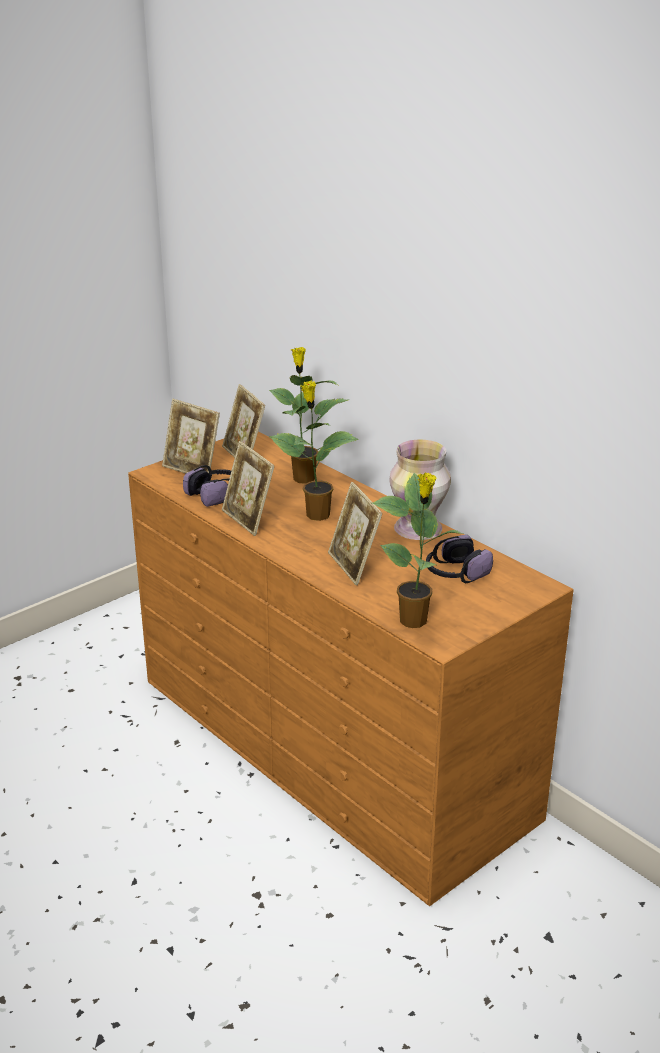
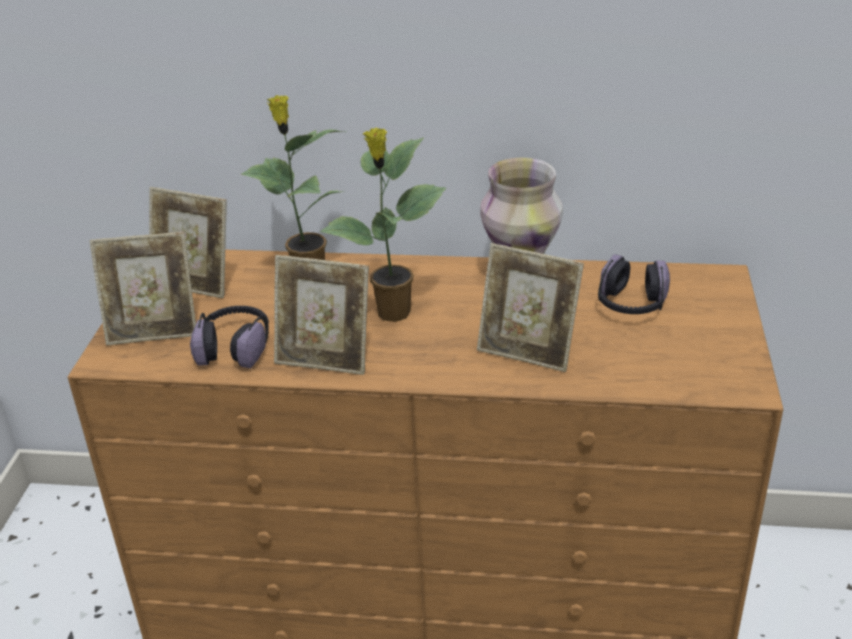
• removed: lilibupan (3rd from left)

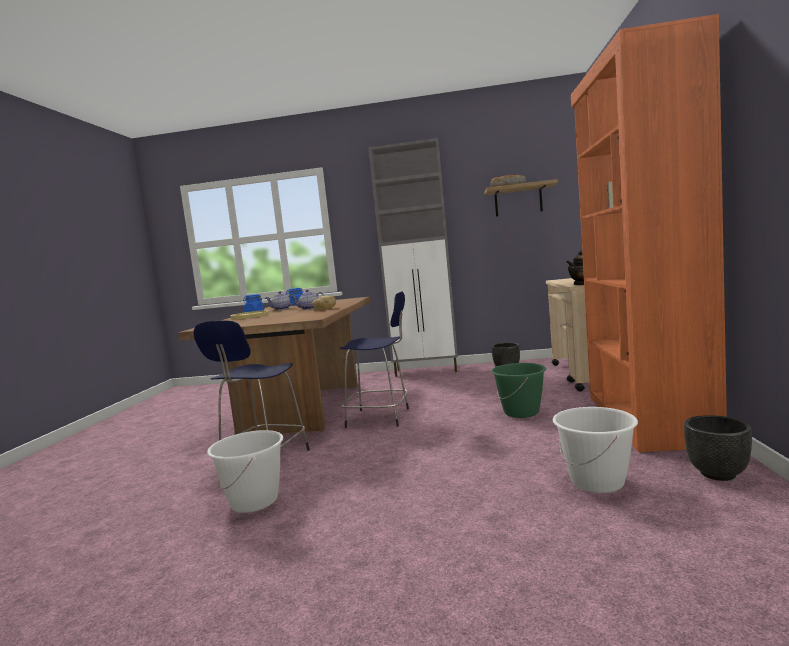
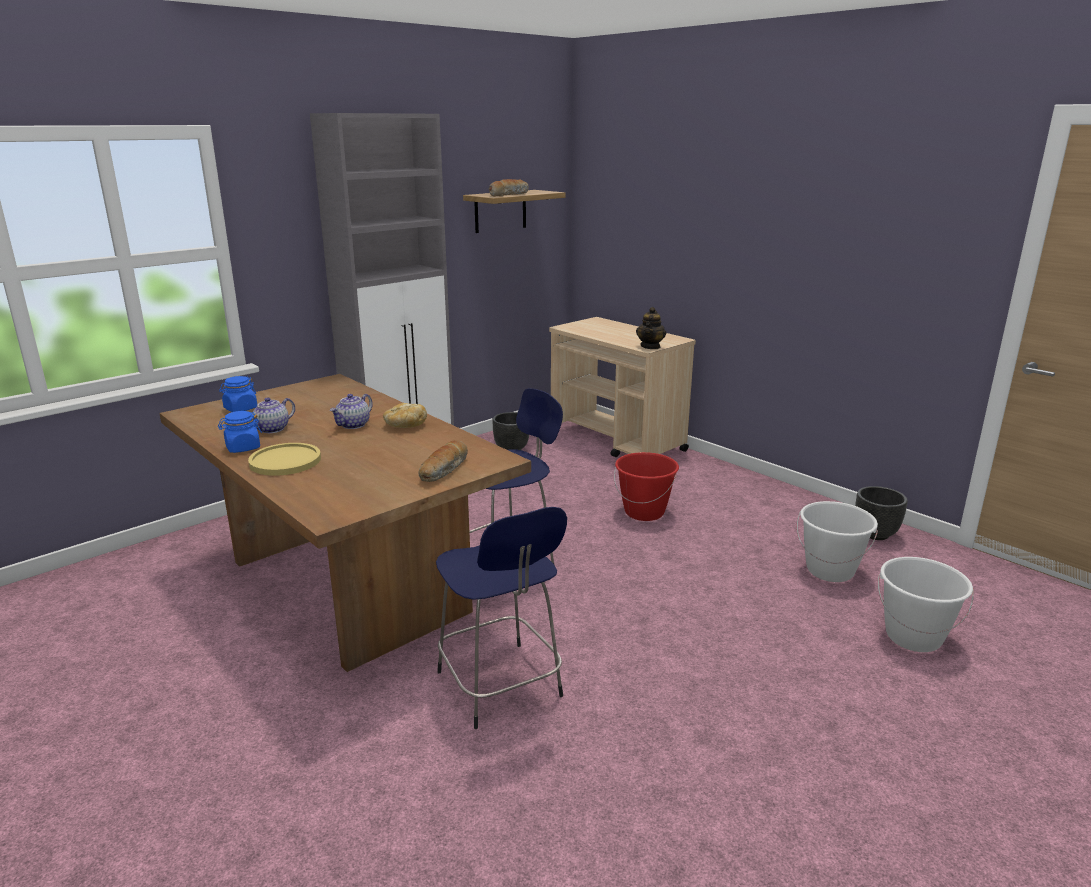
• moved: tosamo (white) (1st from left in the first image) to tosamo (white) (2nd from left)
• recoloured: tosamo (green) to tosamo (red)
• removed: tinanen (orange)
• added: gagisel (2nd from left)

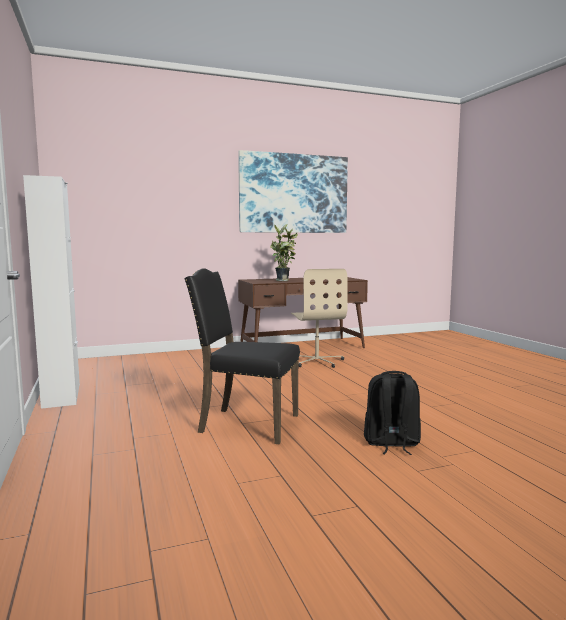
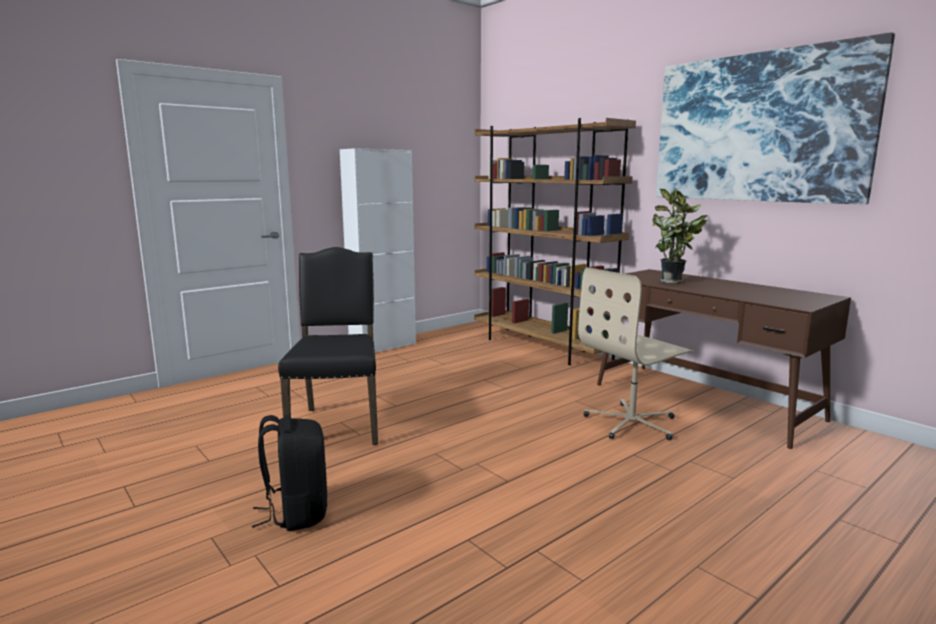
• added: tinanen (brown)

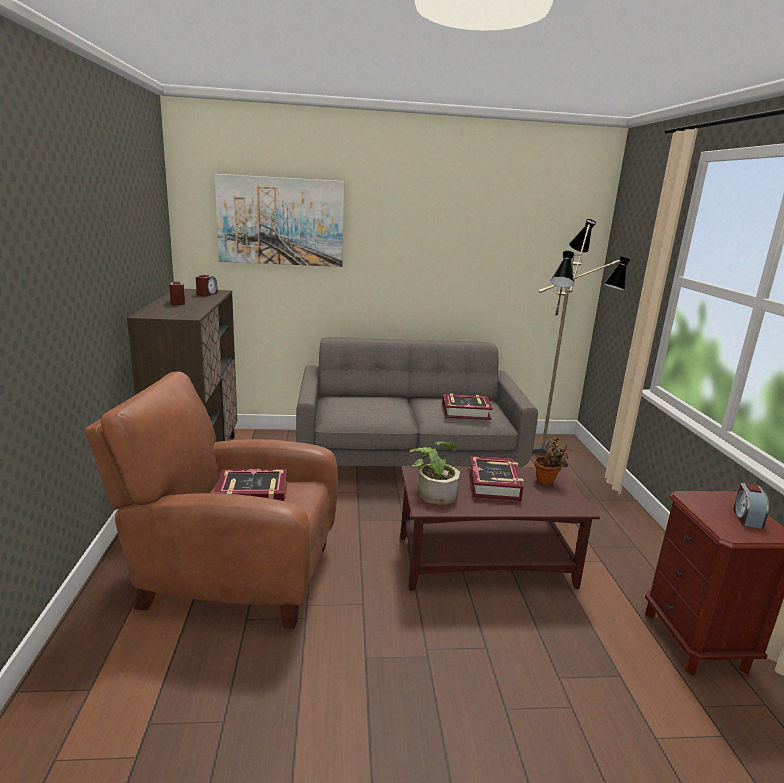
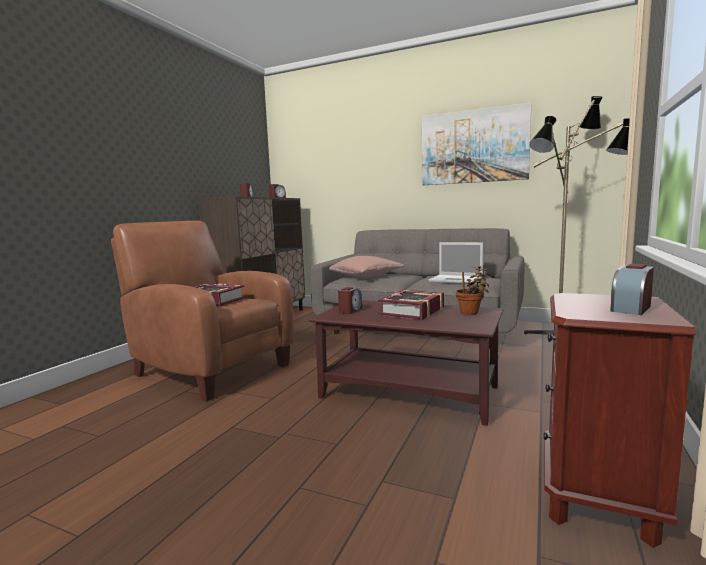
• moved: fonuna
• replaced: lilibupan (1st from left) to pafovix (3rd from left)
• replaced: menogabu (2nd from left) to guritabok
• added: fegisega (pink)

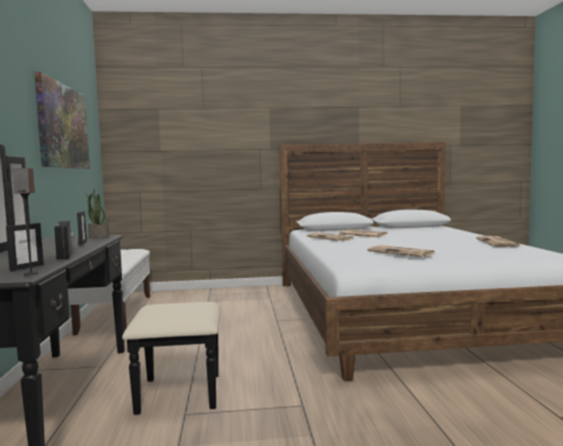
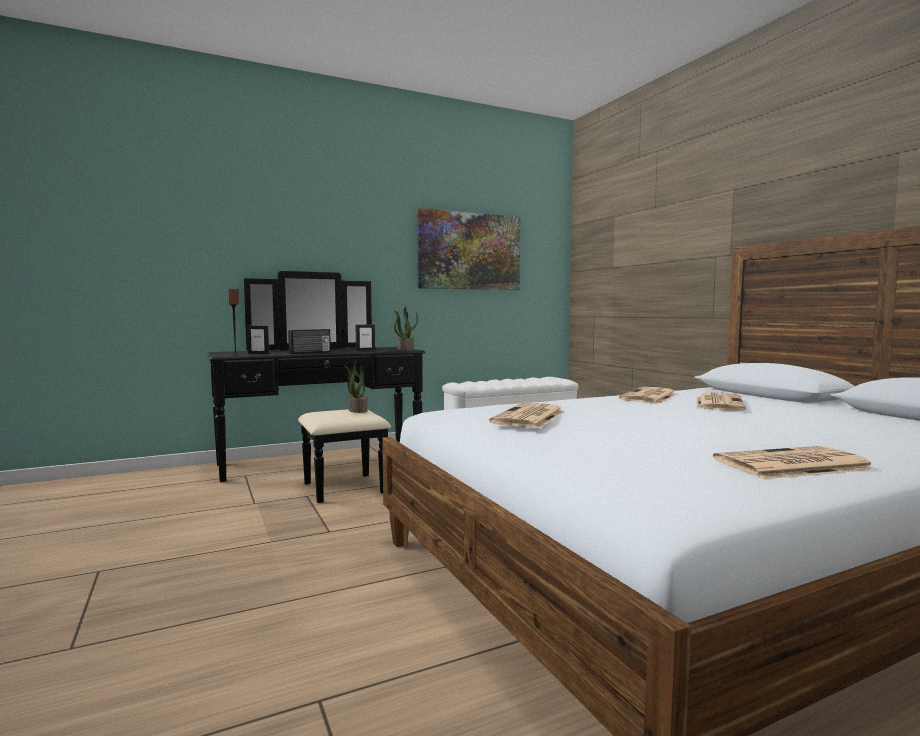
• added: lilibupan (1st from left)

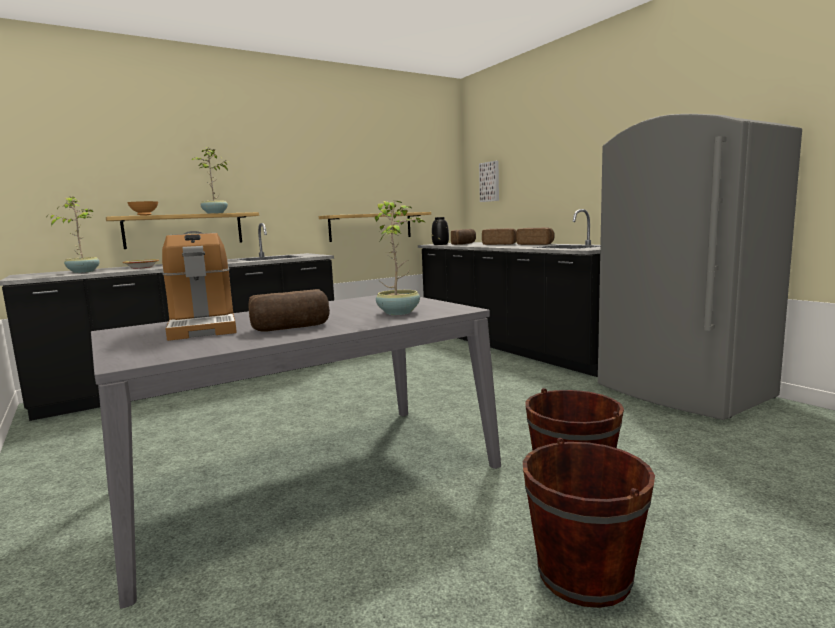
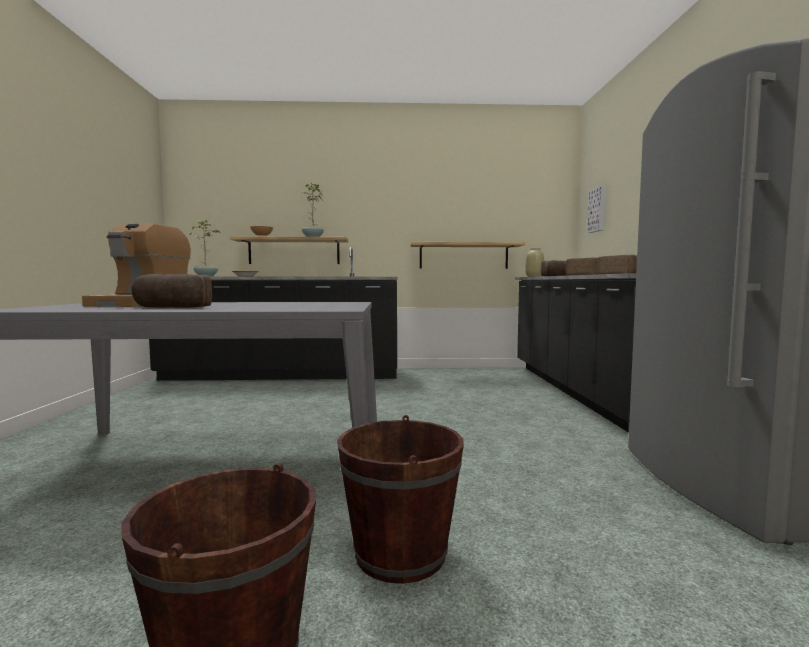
• removed: lilibupan (3rd from left)
• recoloured: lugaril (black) to lugaril (beige)

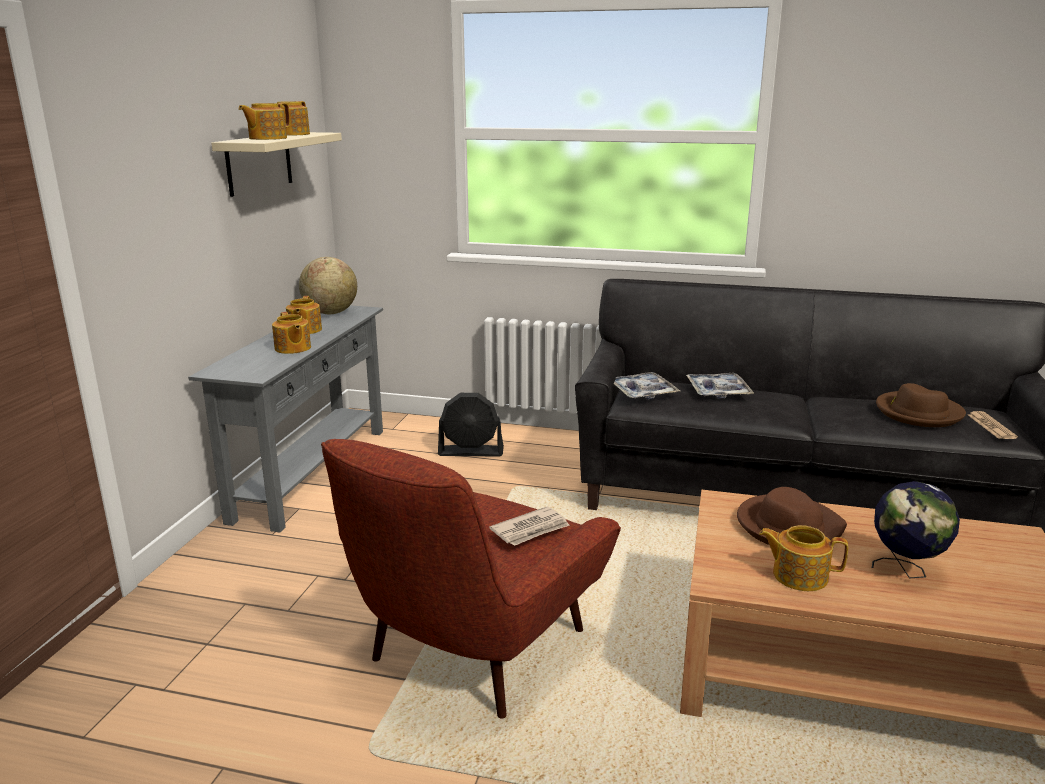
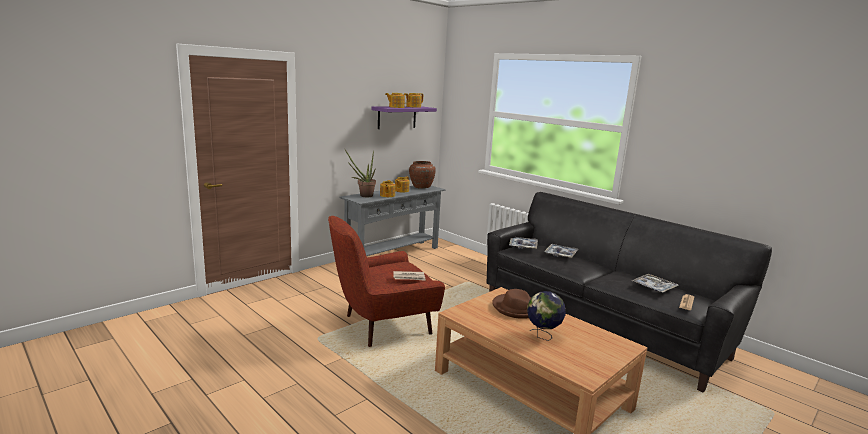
• recoloured: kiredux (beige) to kiredux (purple)
• replaced: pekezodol (1st from left) to lugaril (brown)
• removed: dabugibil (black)
• removed: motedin (5th from left)
• replaced: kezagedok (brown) (2nd from left) to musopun (3rd from left)
• added: lilibupan

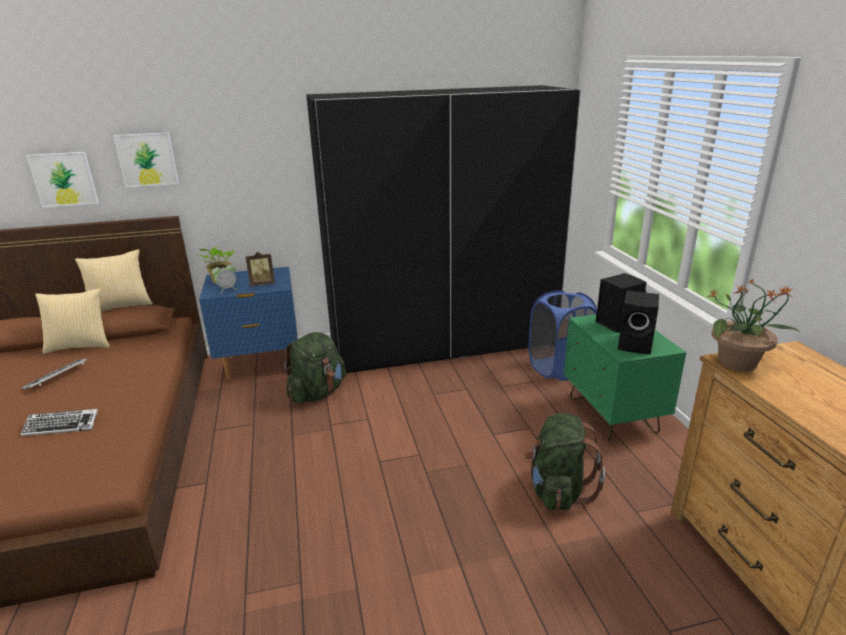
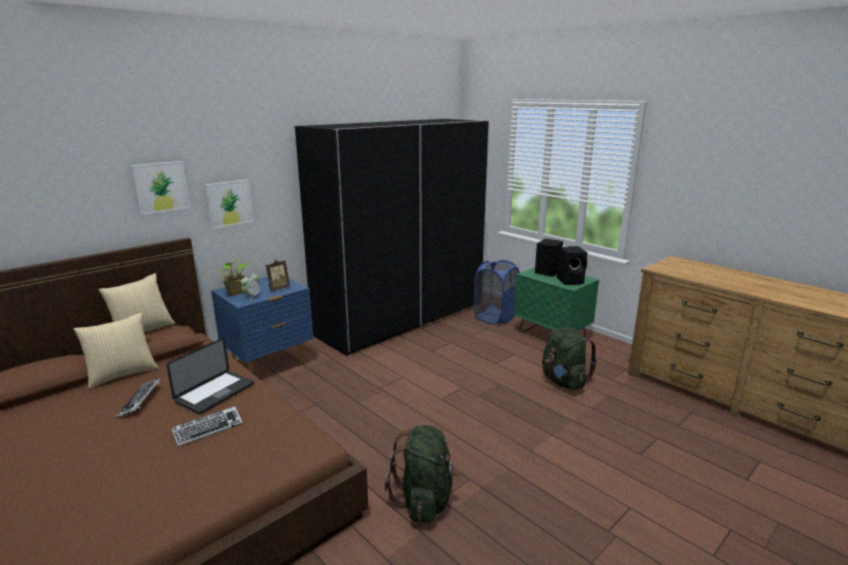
• moved: fonuna (1st from left in the first image) to fonuna (2nd from left)
• moved: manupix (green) (1st from left)
• removed: lilibupan (2nd from left)
• added: guritabok

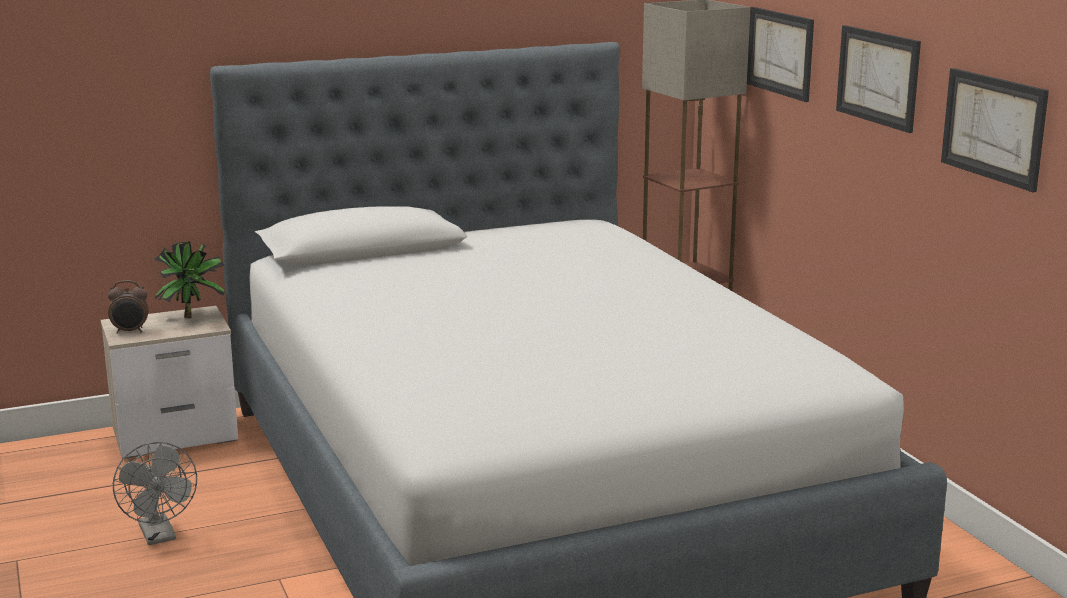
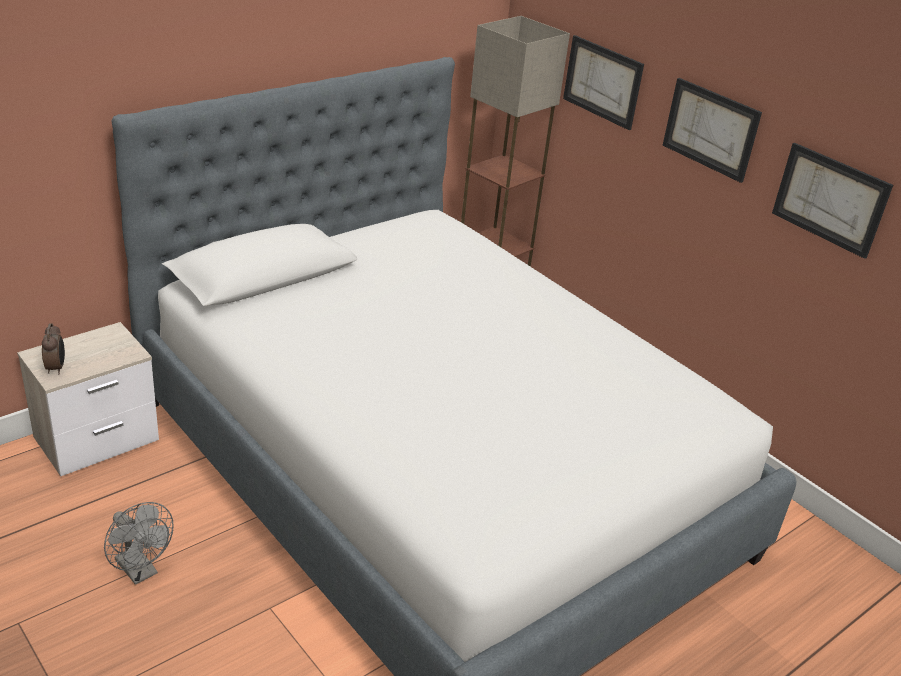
• turned: pafovix 75 degrees counterclockwise
• removed: lilibupan

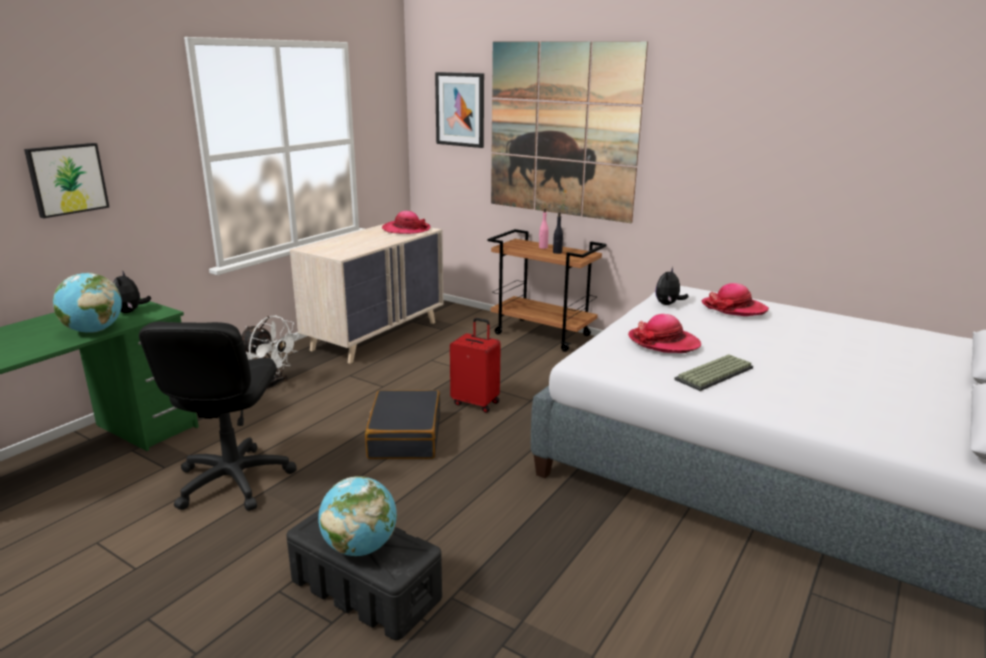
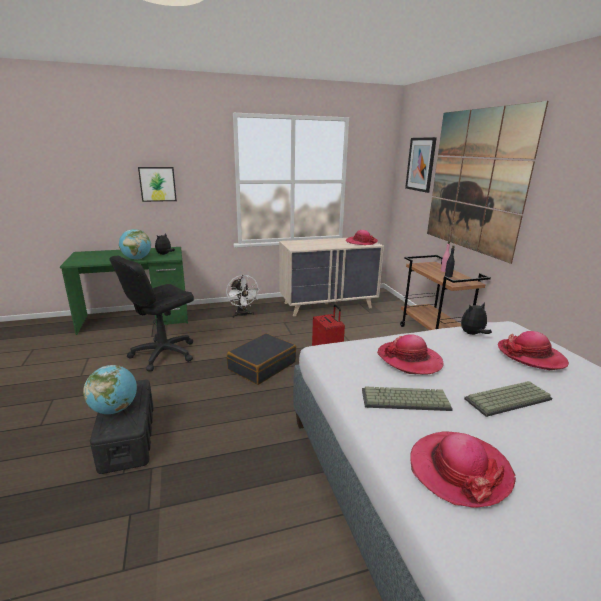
• added: kezagedok (3rd from left)
• added: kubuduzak (2nd from left)

